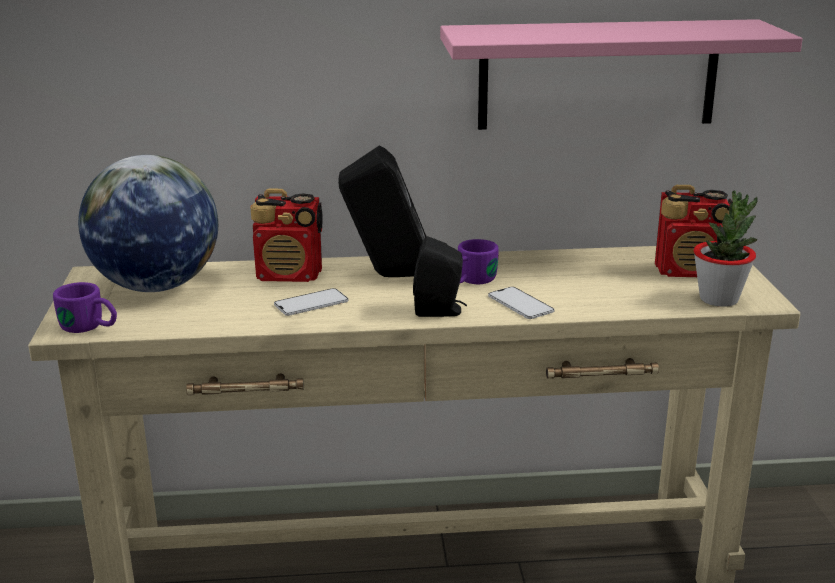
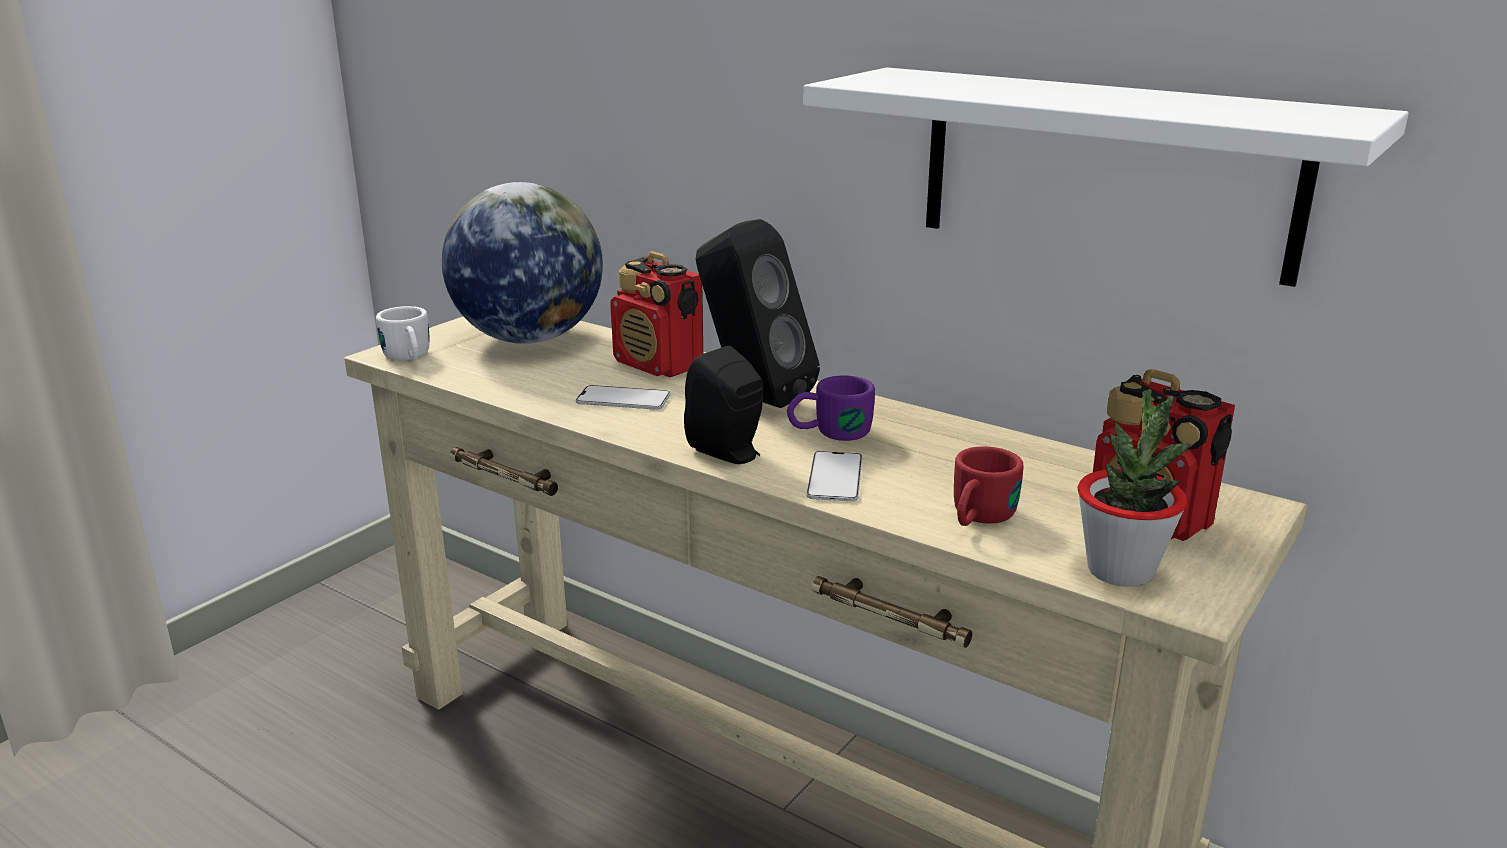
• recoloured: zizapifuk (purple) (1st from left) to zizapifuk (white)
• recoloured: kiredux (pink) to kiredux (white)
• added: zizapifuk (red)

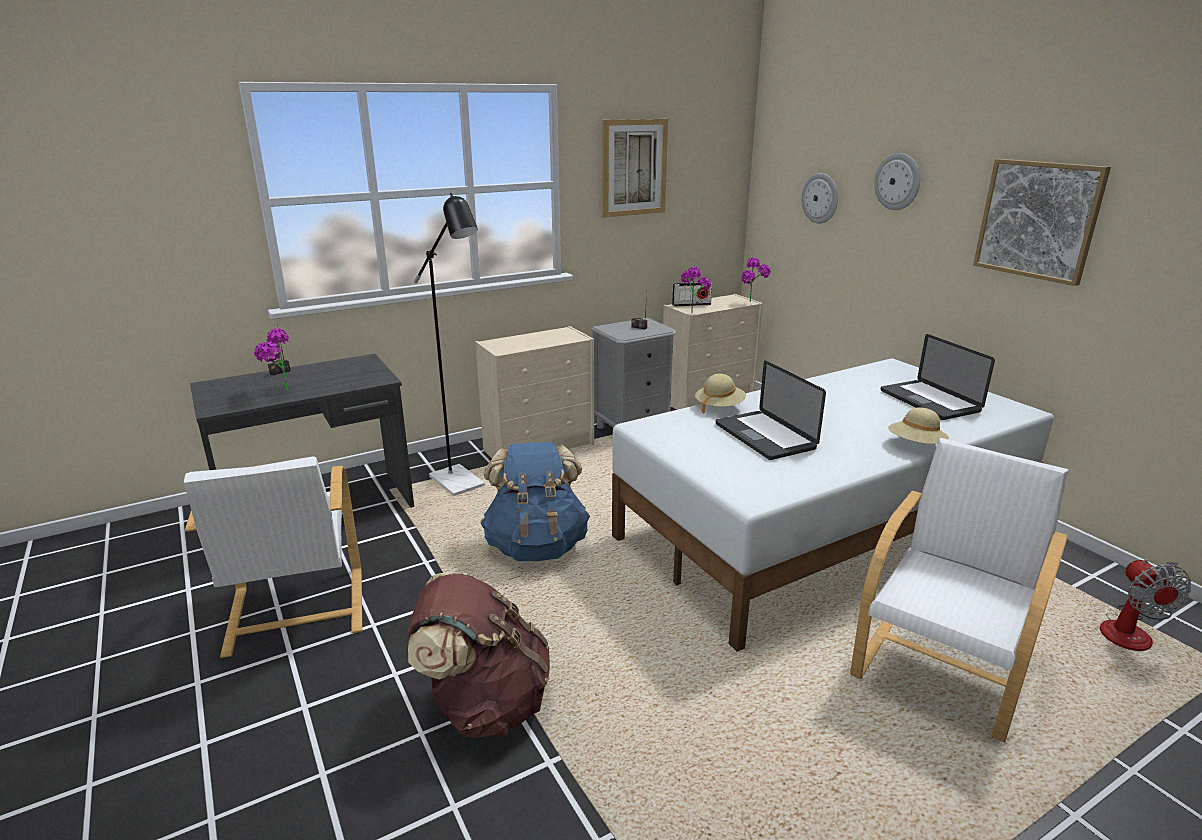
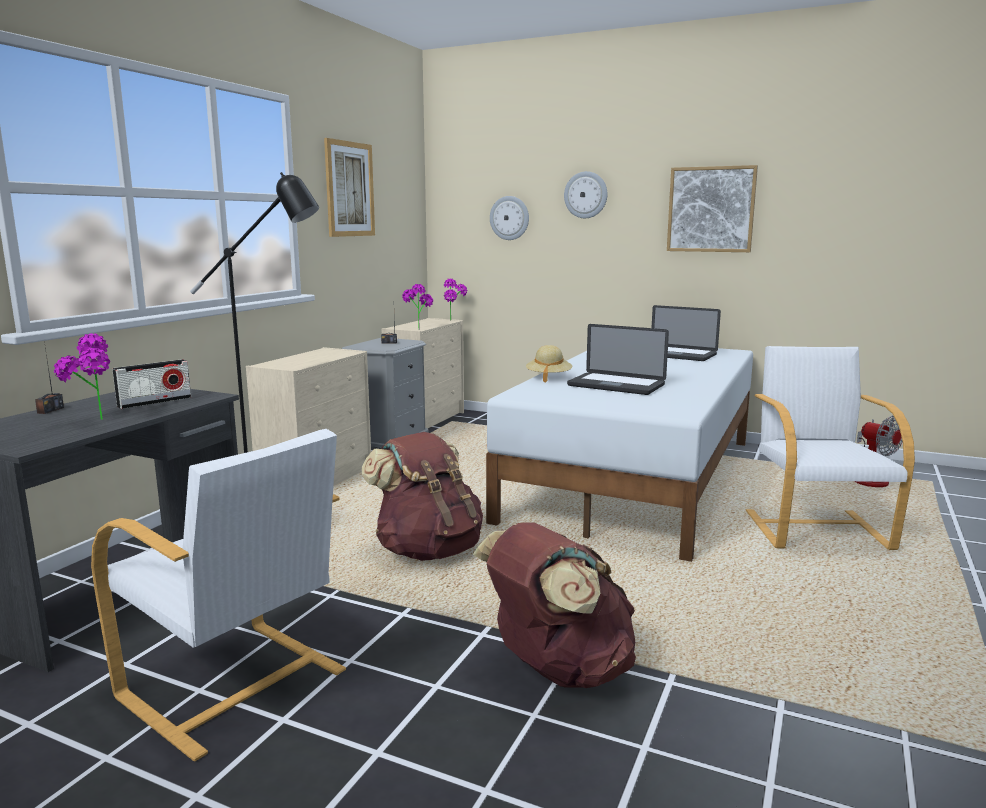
• recoloured: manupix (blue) to manupix (brown) (1st from left)
• moved: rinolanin (3rd from left in the first image) to rinolanin (2nd from left)
• removed: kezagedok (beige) (2nd from left)

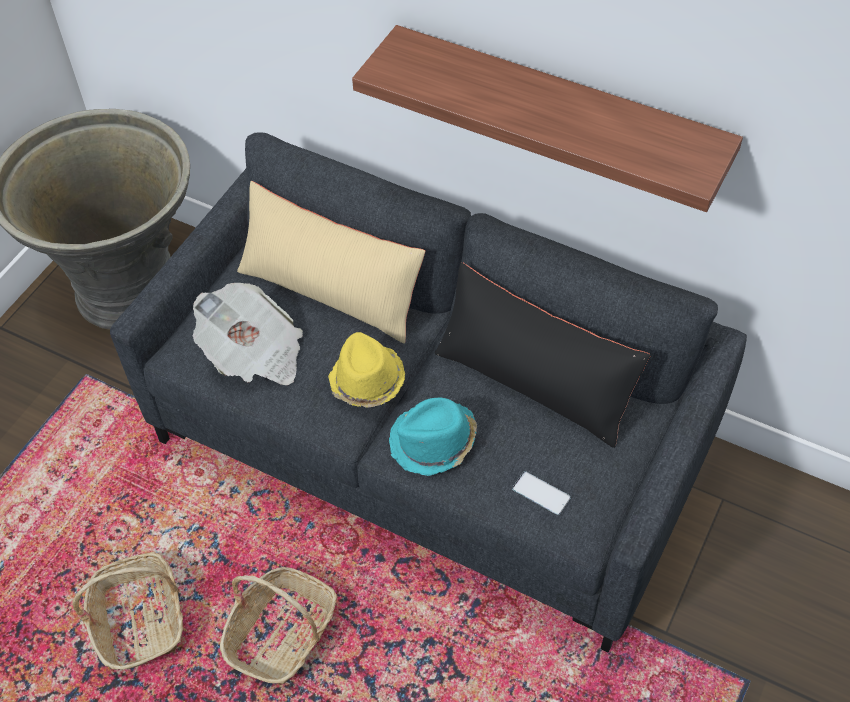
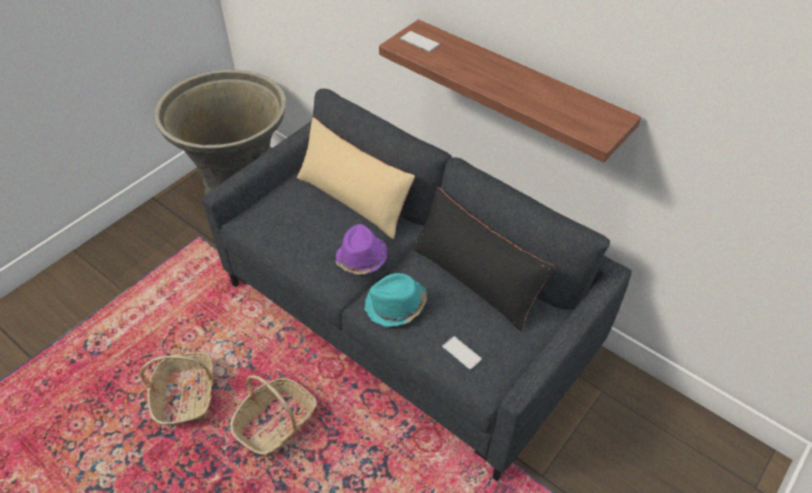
• removed: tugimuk
• recoloured: kezagedok (yellow) to kezagedok (purple)
• added: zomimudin (1st from left)

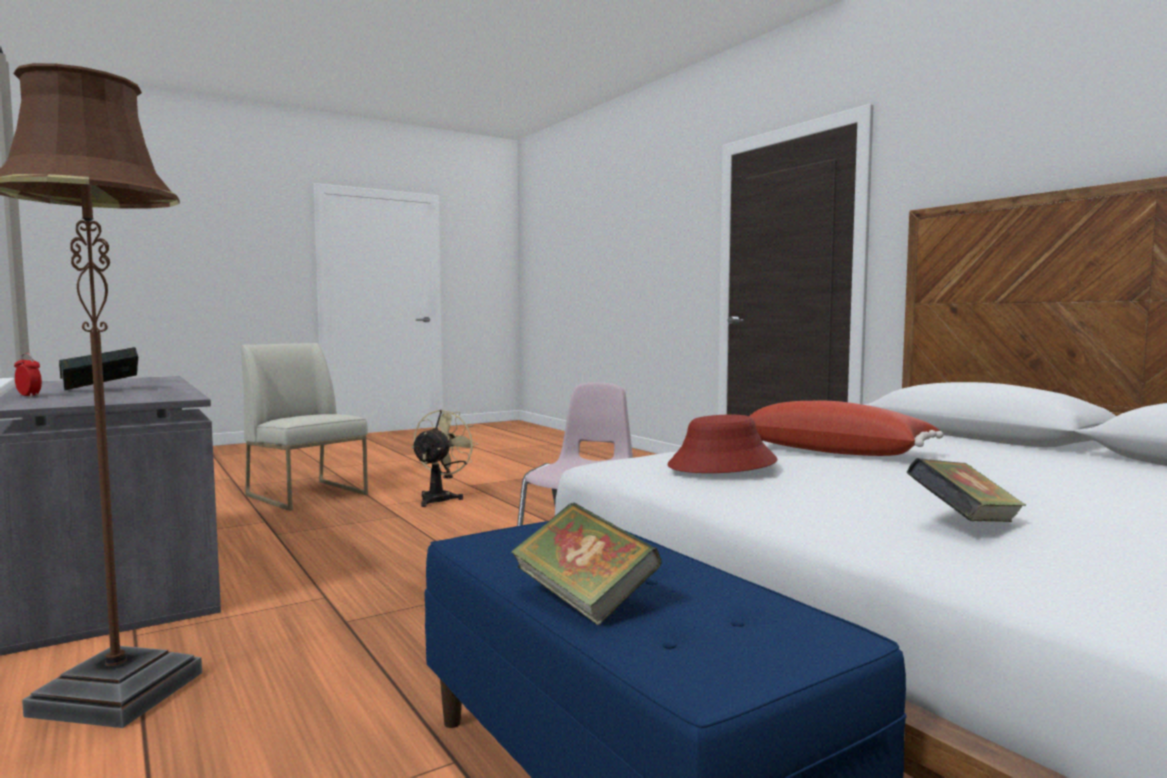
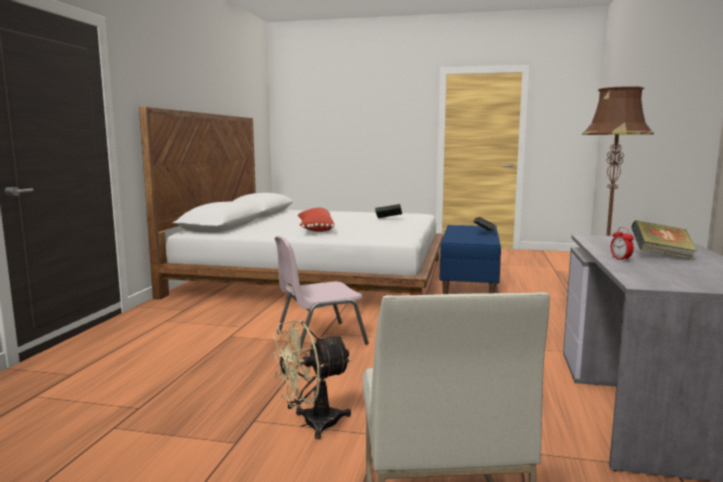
• moved: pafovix
• removed: kezagedok (red)

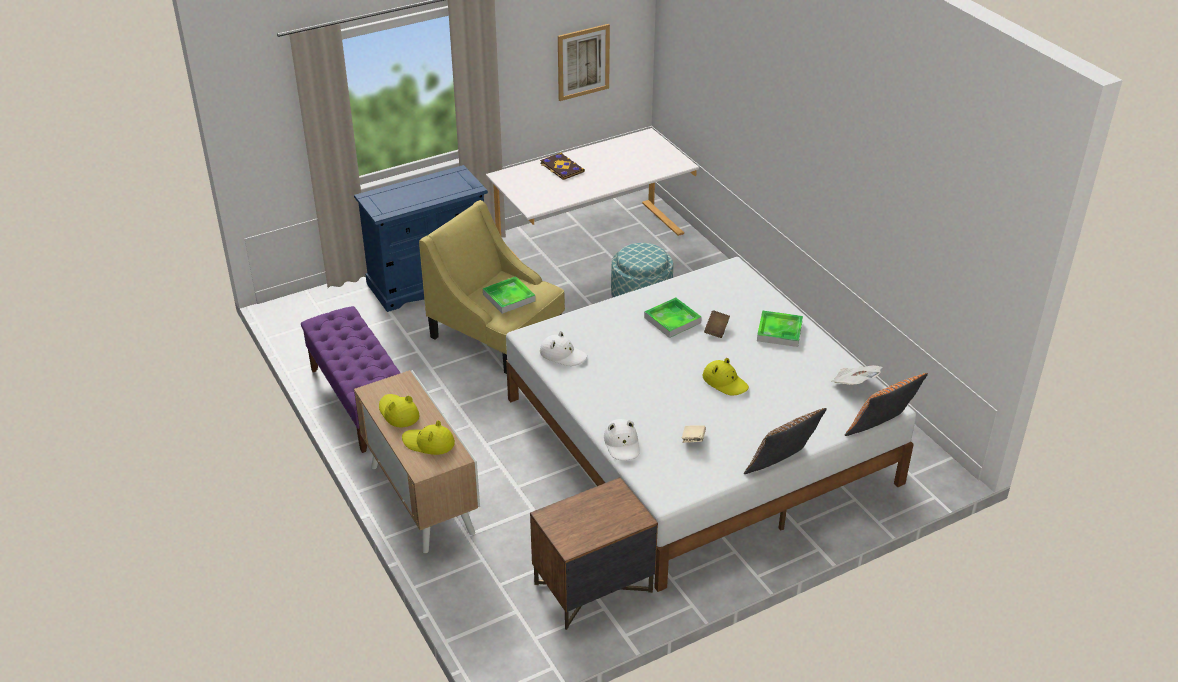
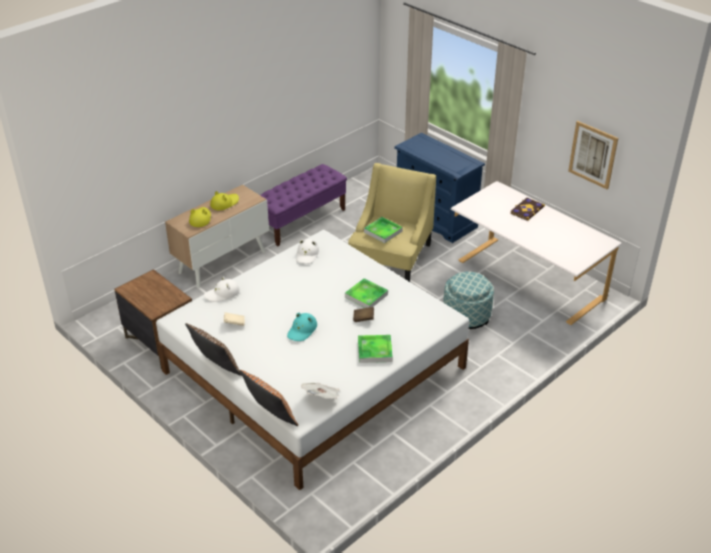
• recoloured: kezagedok (yellow) (3rd from left) to kezagedok (turquoise)

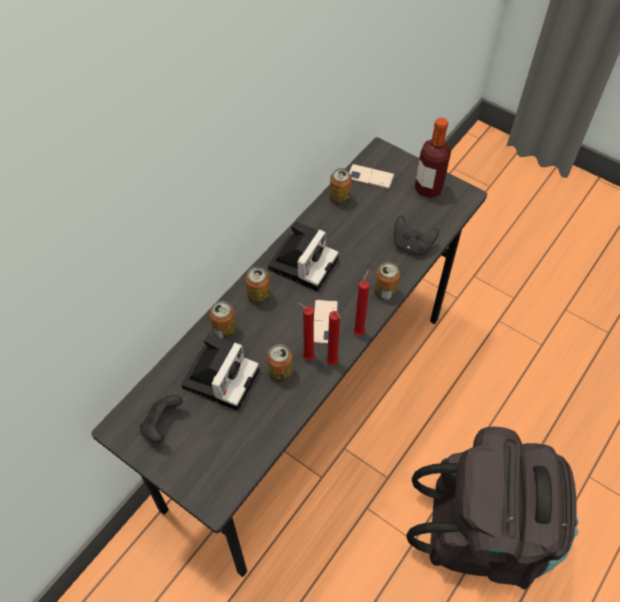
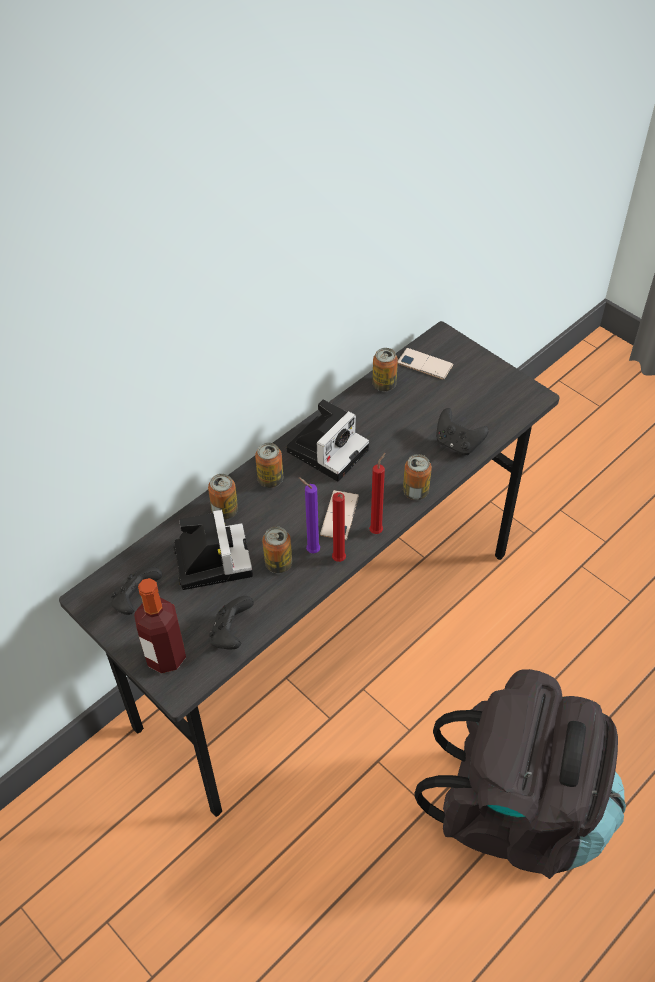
• turned: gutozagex (1st from left) 45 degrees counterclockwise
• recoloured: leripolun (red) (1st from left) to leripolun (purple)
• moved: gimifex
• added: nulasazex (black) (2nd from left)

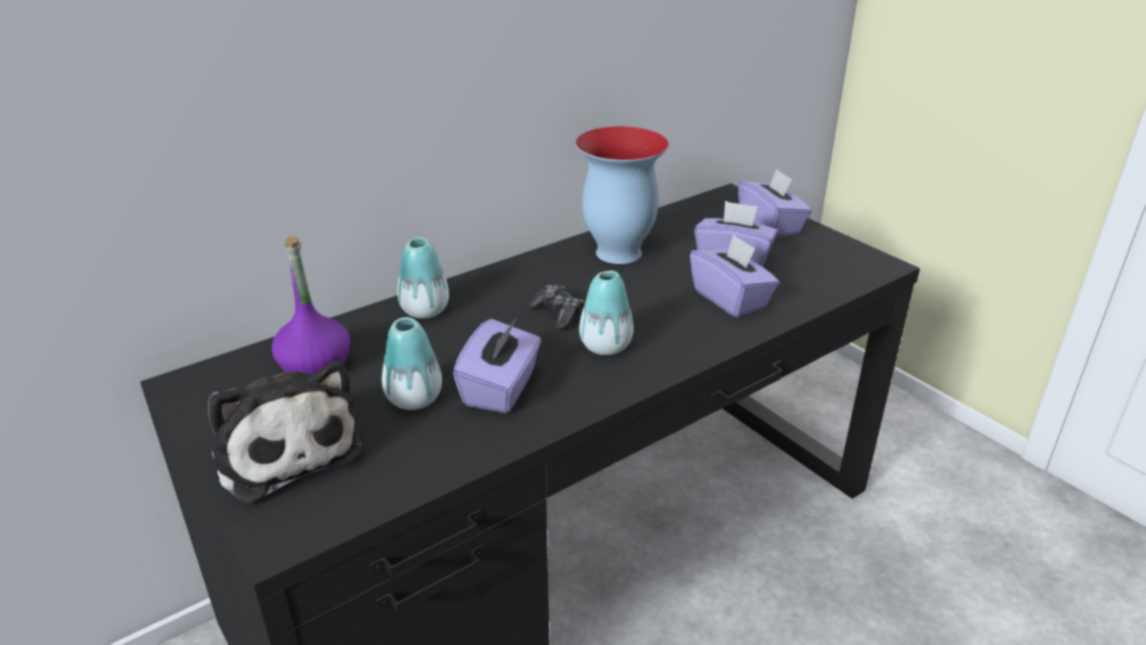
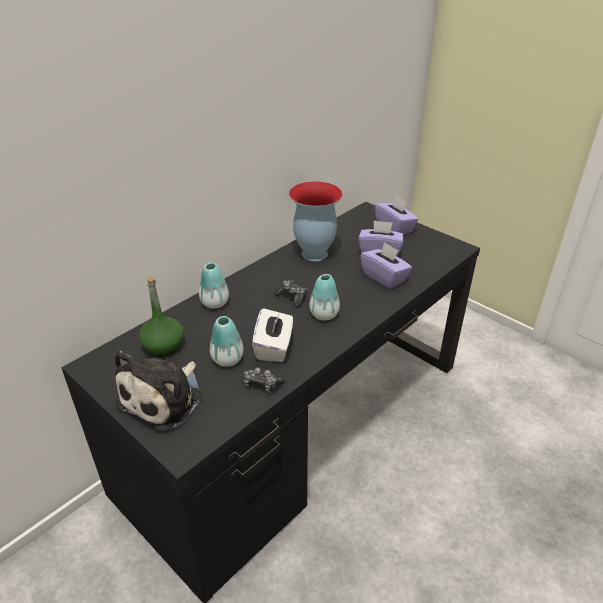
• turned: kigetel 75 degrees clockwise
• recoloured: gimifex (purple) to gimifex (green)
• recoloured: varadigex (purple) (1st from left) to varadigex (white)
• added: nulasazex (1st from left)

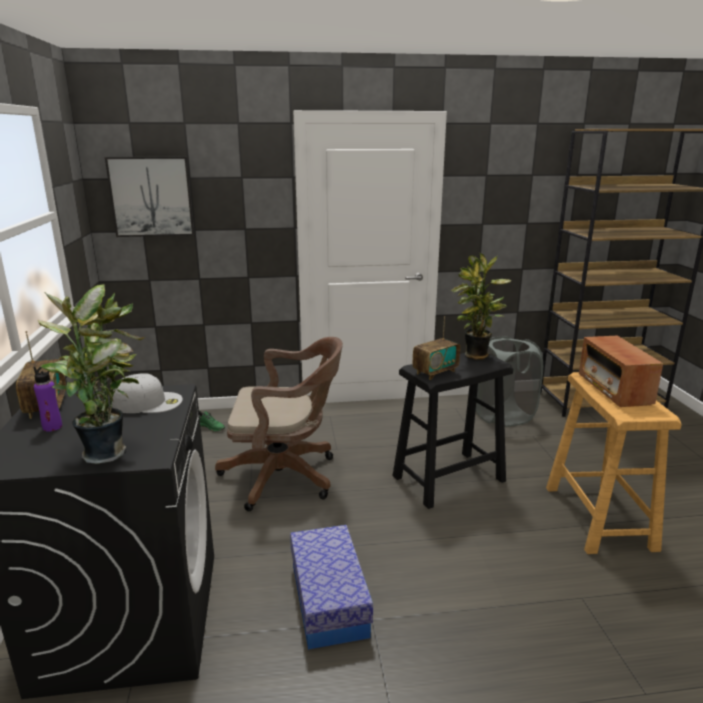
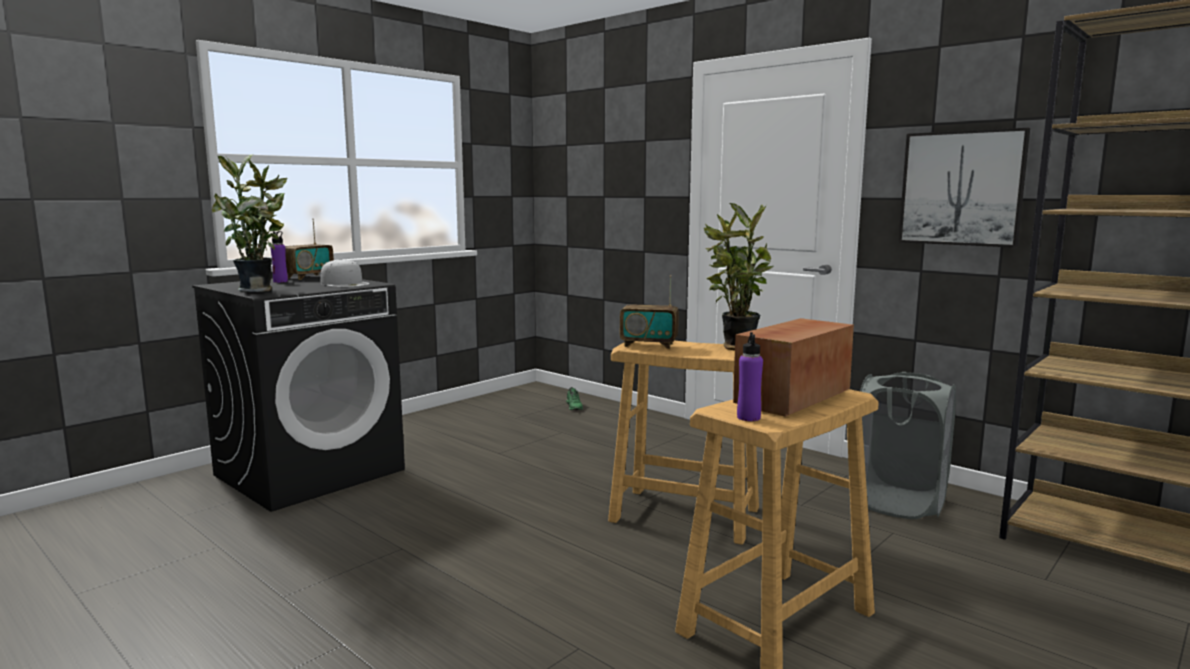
• moved: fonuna
• removed: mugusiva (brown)
• removed: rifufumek
• recoloured: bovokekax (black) to bovokekax (beige) (1st from left)
• added: gimifex (purple) (2nd from left)

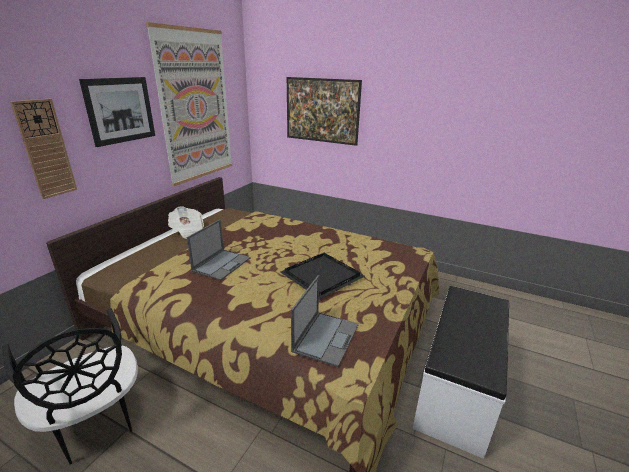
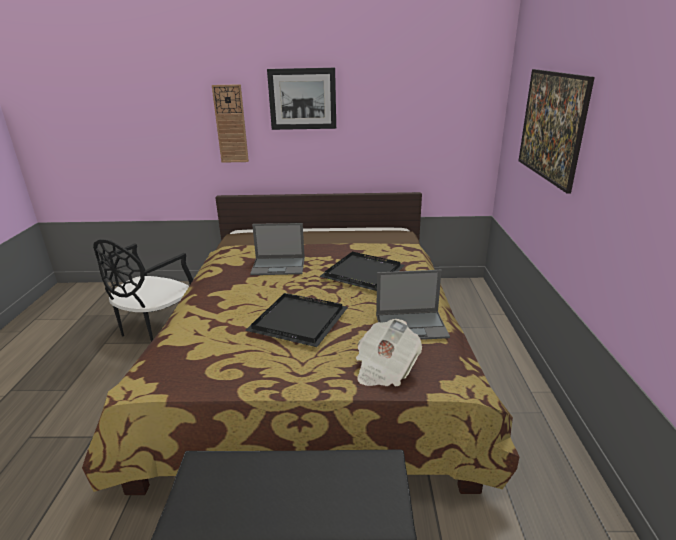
• removed: fonuna (2nd from left)
• moved: tugimuk
• moved: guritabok (2nd from left)
• added: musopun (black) (2nd from left)

